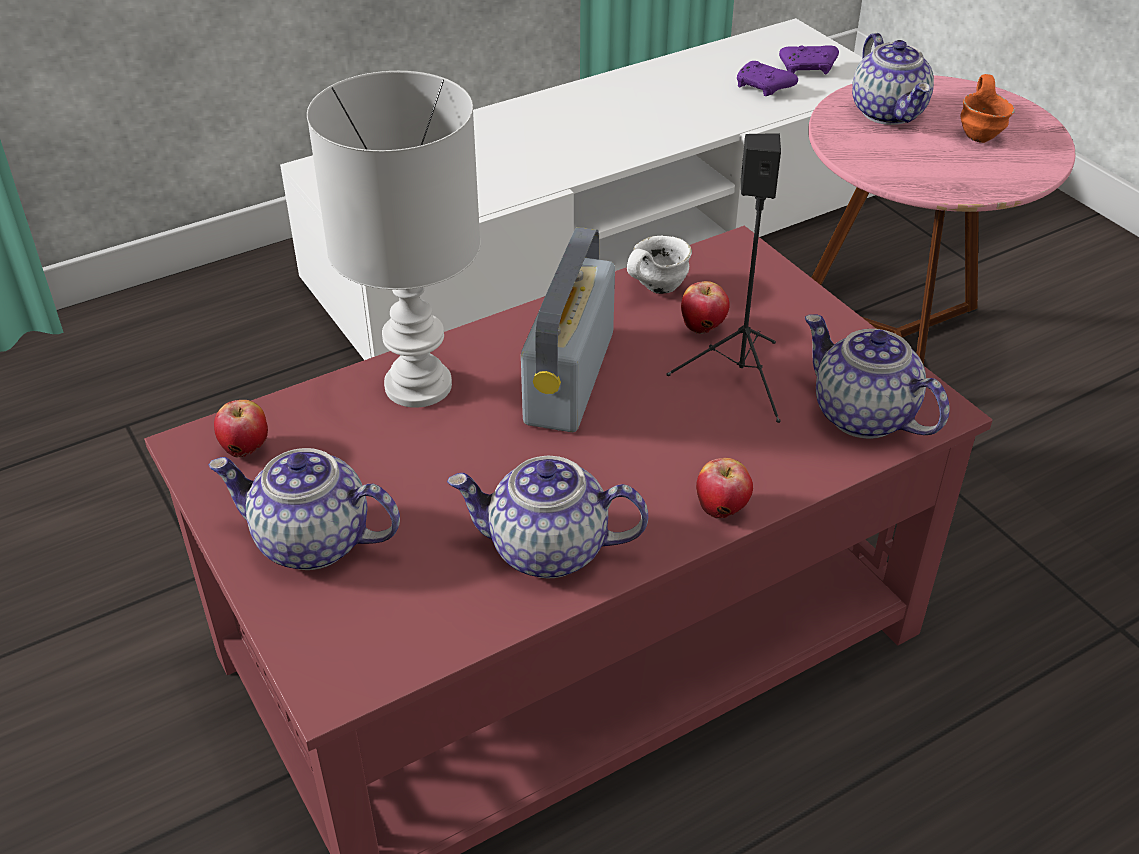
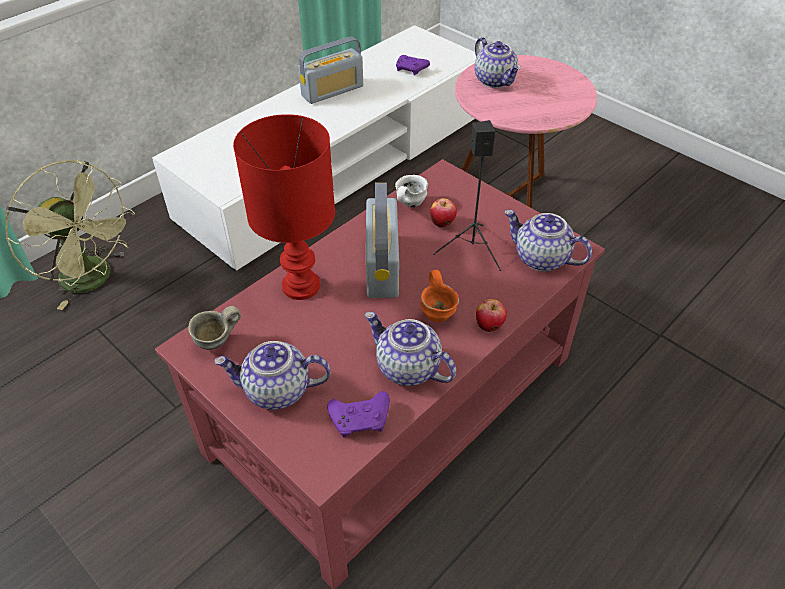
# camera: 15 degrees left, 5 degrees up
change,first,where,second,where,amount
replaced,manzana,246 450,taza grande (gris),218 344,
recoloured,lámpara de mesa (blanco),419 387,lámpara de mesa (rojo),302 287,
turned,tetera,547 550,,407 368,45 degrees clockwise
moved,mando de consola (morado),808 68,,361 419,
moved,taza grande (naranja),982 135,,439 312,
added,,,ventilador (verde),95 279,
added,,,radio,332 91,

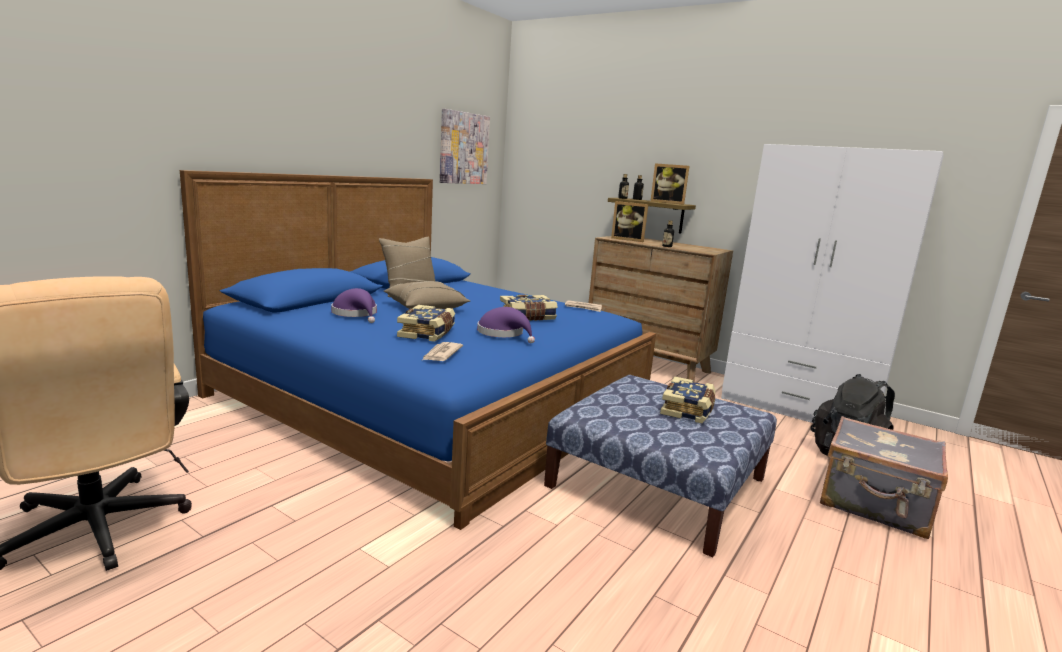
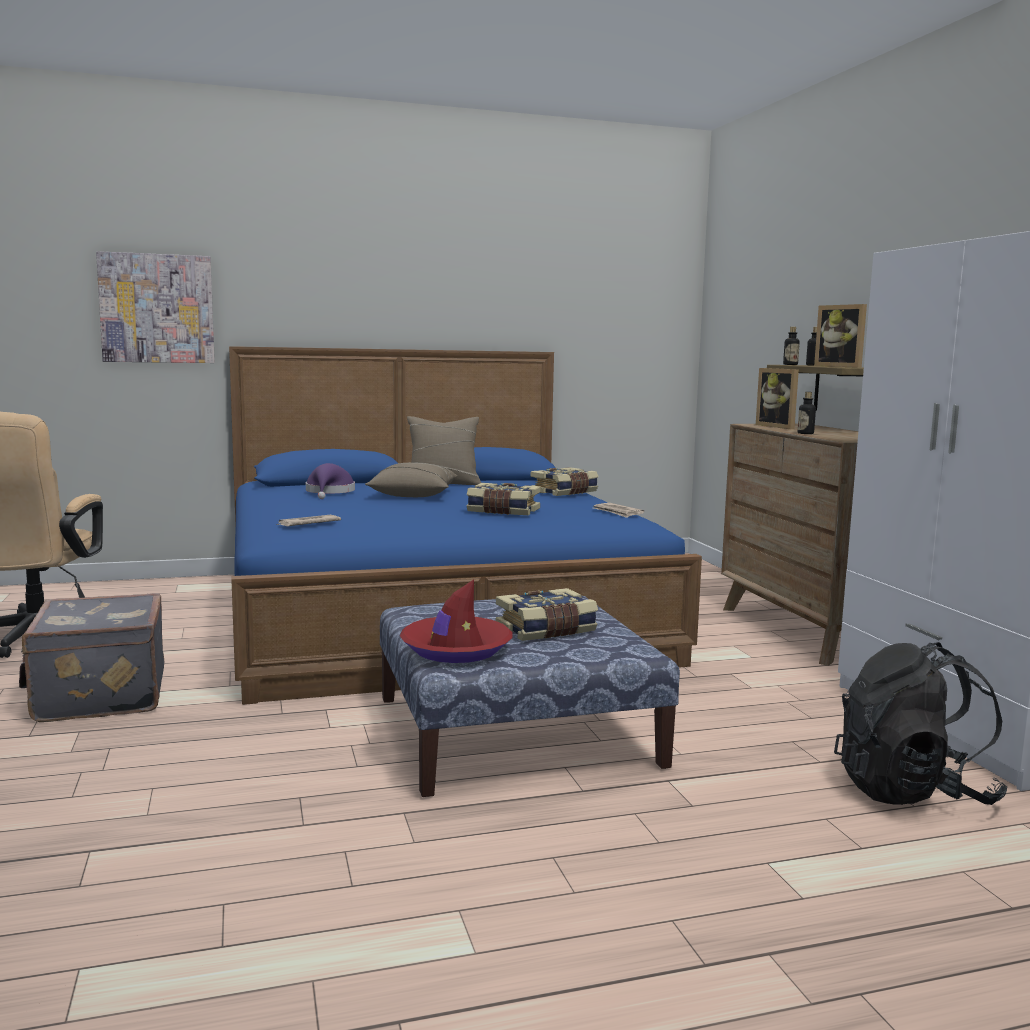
# camera: 40 degrees right, 5 degrees down
change,first,where,second,where,amount
moved,libro,428 333,,565 492,
moved,cuadro,463 148,,157 308,
removed,sombrero (morado),503 333,,,
moved,maleta (gris),874 505,,98 696,
added,,,sombrero (rojo),456 649,

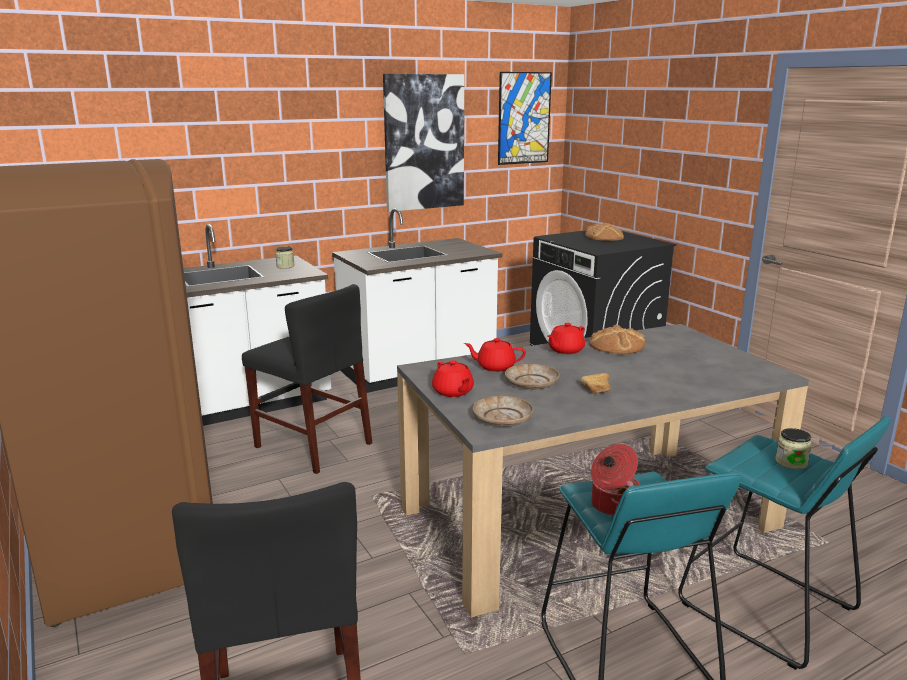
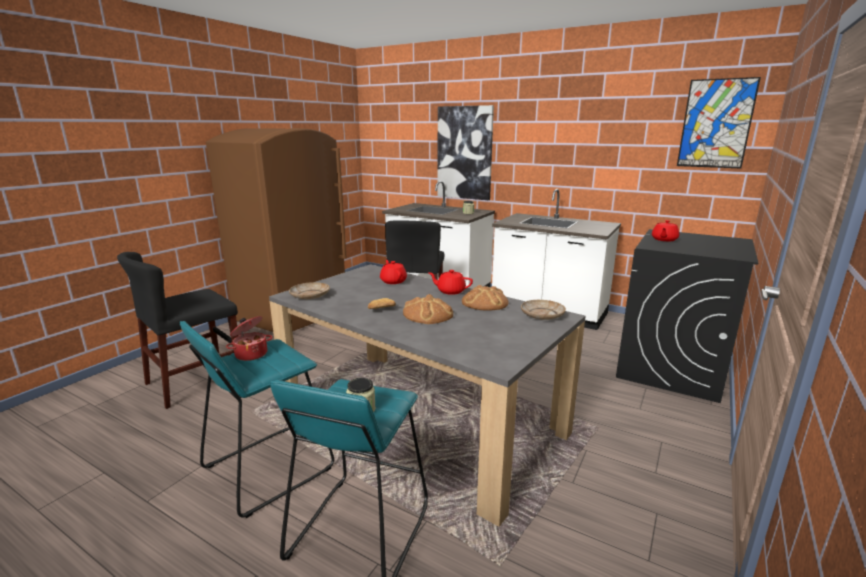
# camera: 60 degrees right, 0 degrees up
change,first,where,second,where,amount
moved,cuadro,424 142,,464 153,
moved,tetera (rojo),453 392,,664 239,
moved,plato (beis),531 383,,542 315,
moved,pan,604 237,,428 314,

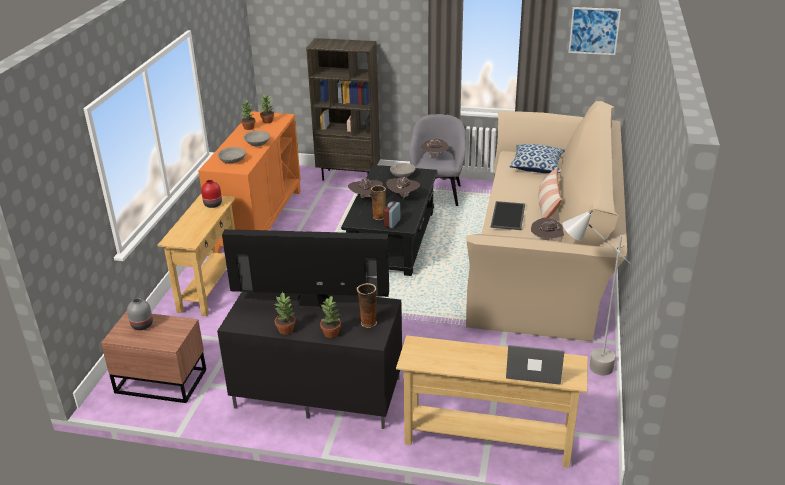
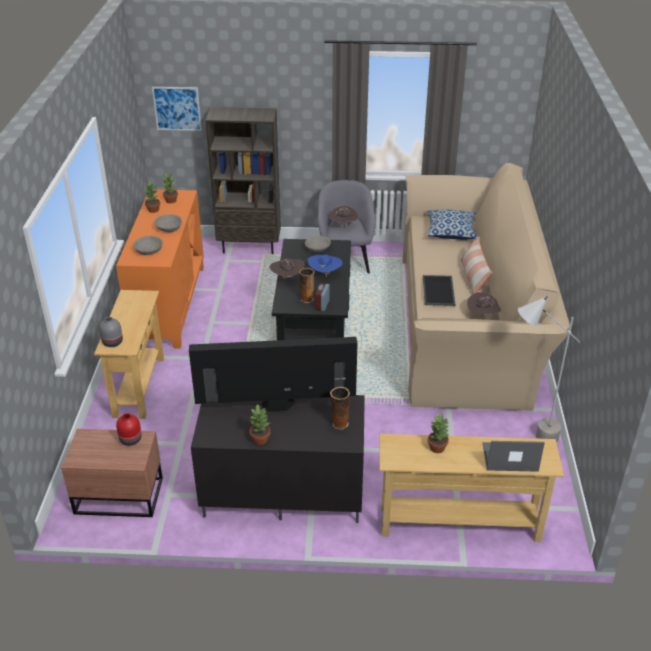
# camera: 10 degrees left, 5 degrees up
change,first,where,second,where,amount
moved,florero (gris),142 325,,112 342,
moved,florero (rojo),213 204,,131 439,
moved,planta en maceta,331 333,,437 448,
recoloured,sombrero (marrón),403 196,sombrero (azul),325 273,
moved,cuadro,594 31,,177 108,

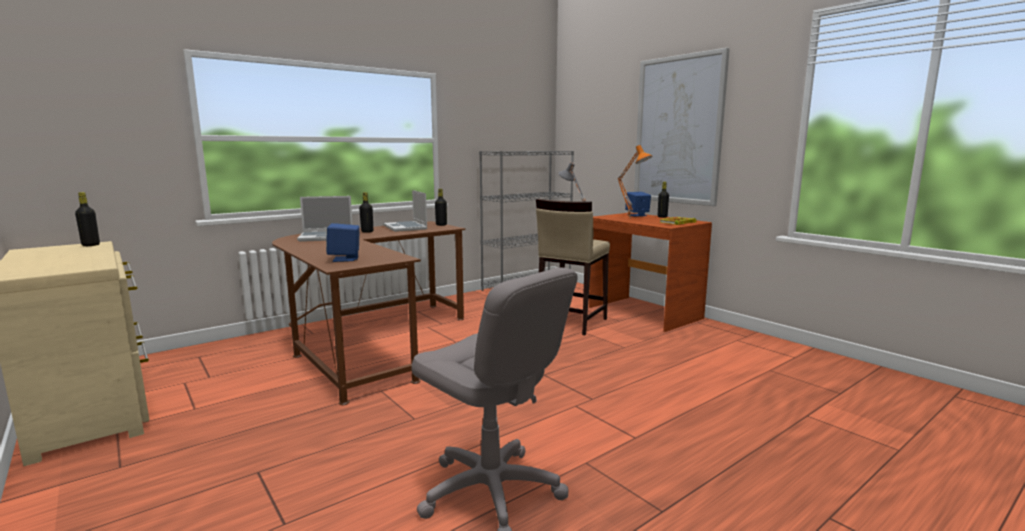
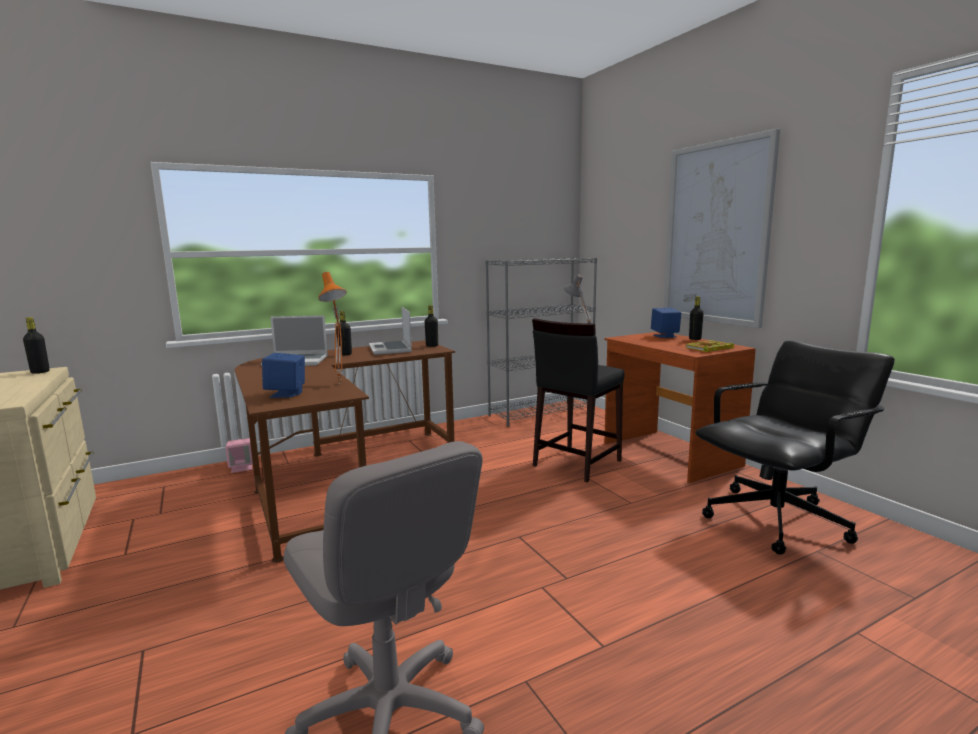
# camera: 10 degrees right, 0 degrees up
change,first,where,second,where,amount
recoloured,taburete (beis),570 322,taburete (negro),576 463,
moved,lámpara de mesa (naranja),630 218,,342 384,
added,,,altavoz (rosa),242 468,
added,,,silla de oficina (negro),778 521,

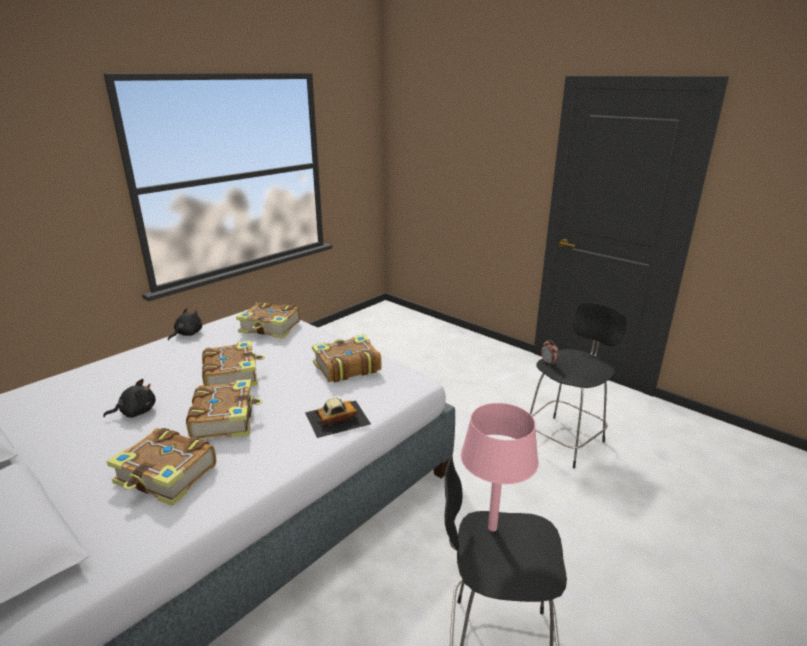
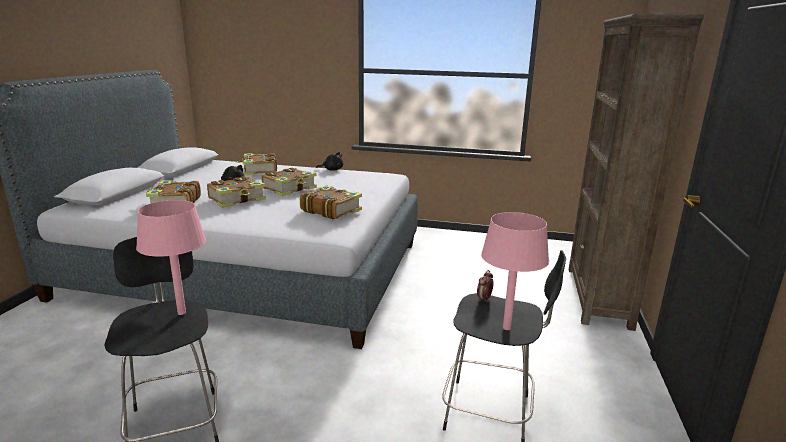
# camera: 60 degrees right, 5 degrees down
change,first,where,second,where,amount
moved,libro,270 328,,259 170,
removed,coche de juguete,337 418,,,
added,,,lámpara de mesa (rosa),506 328,
added,,,estantería (marrón),598 297,

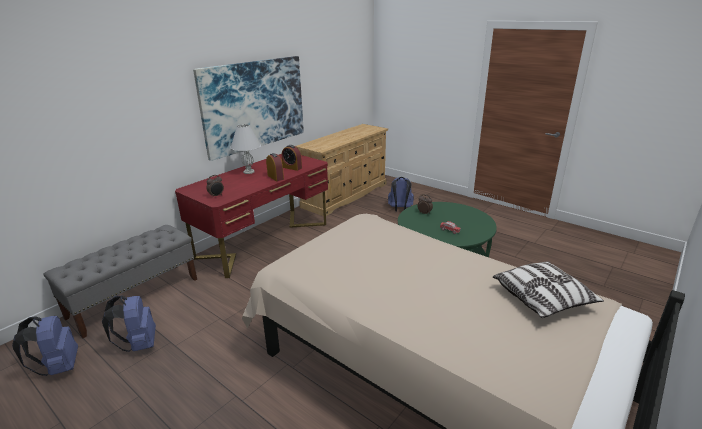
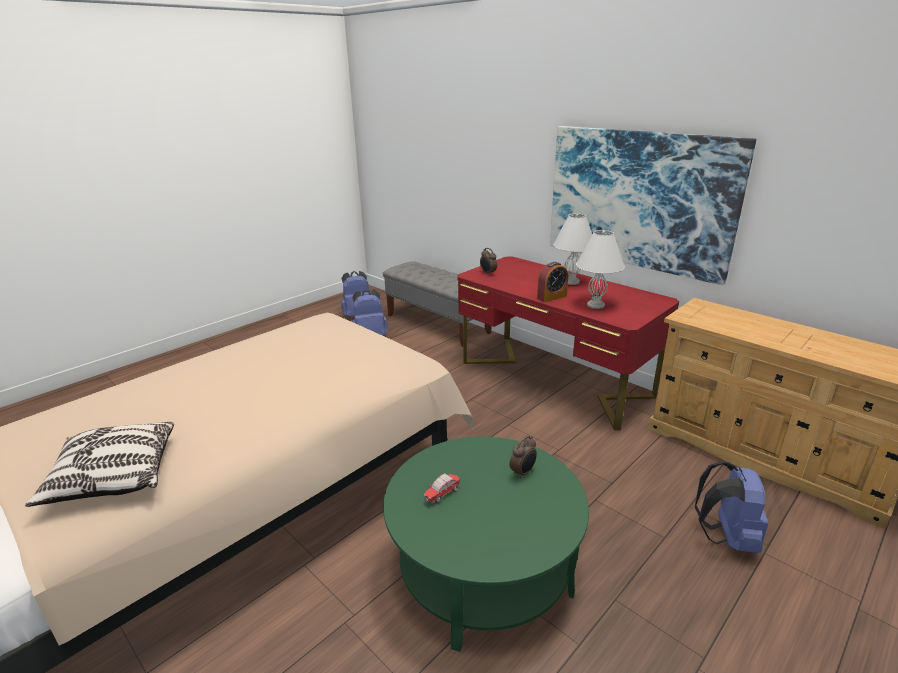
# camera: 95 degrees right, 0 degrees up
change,first,where,second,where,amount
replaced,despertador,292 168,lámpara de mesa (blanco),595 305,

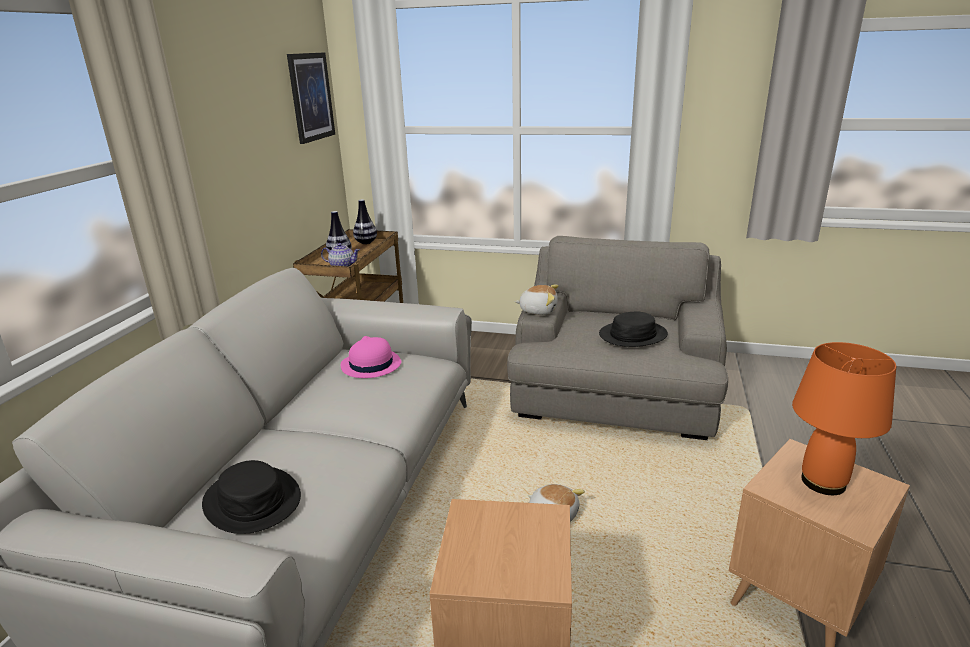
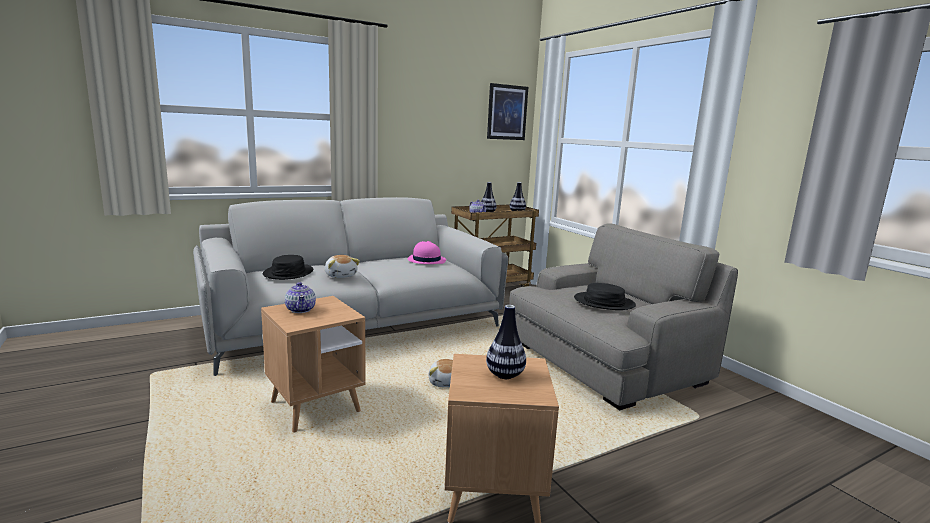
# camera: 45 degrees right, 10 degrees down
change,first,where,second,where,amount
moved,peluche,538 310,,341 275,
replaced,lámpara de mesa (naranja),824 482,florero,505 375,
added,,,tetera,301 309,

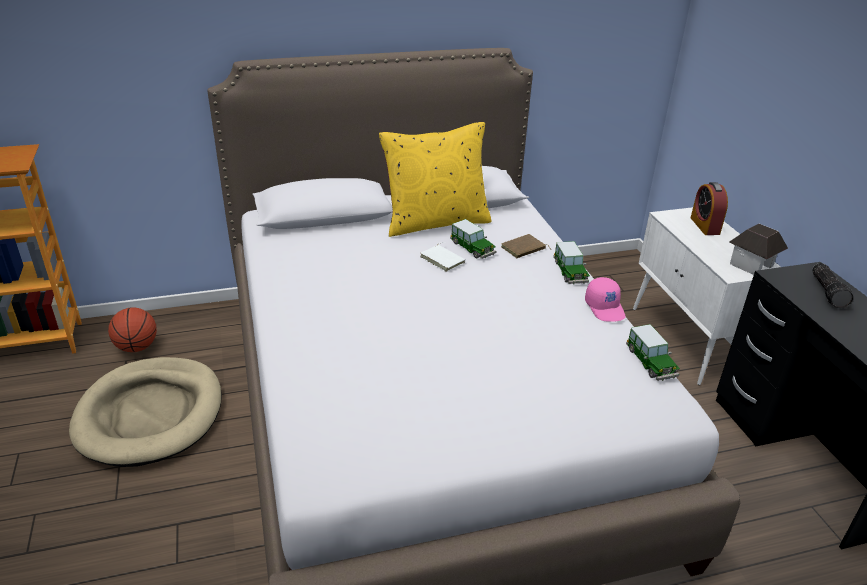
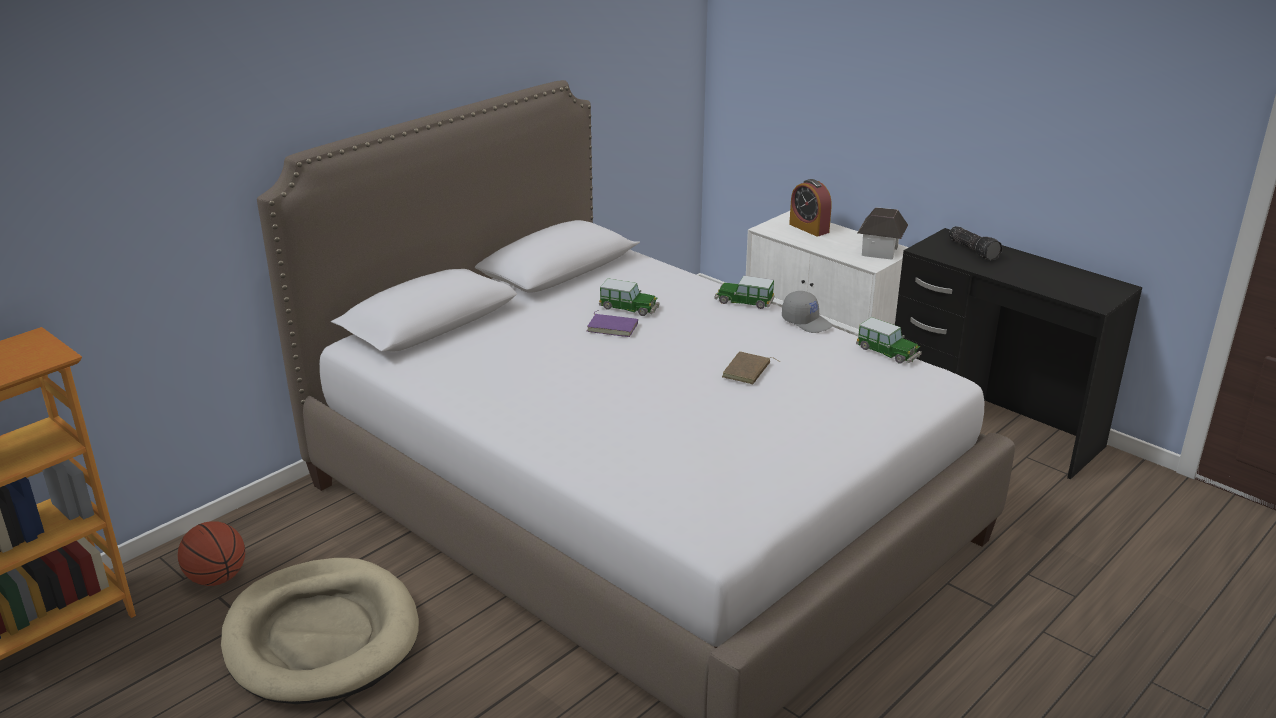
# camera: 30 degrees left, 5 degrees down
change,first,where,second,where,amount
removed,cojín (amarillo),435 222,,,
recoloured,libro (blanco),443 260,libro (morado),613 327,
moved,libro (marrón),524 249,,748 371,
turned,coche de juguete,570 272,,744 301,150 degrees clockwise
recoloured,gorra (rosa),605 308,gorra (gris),807 322,

